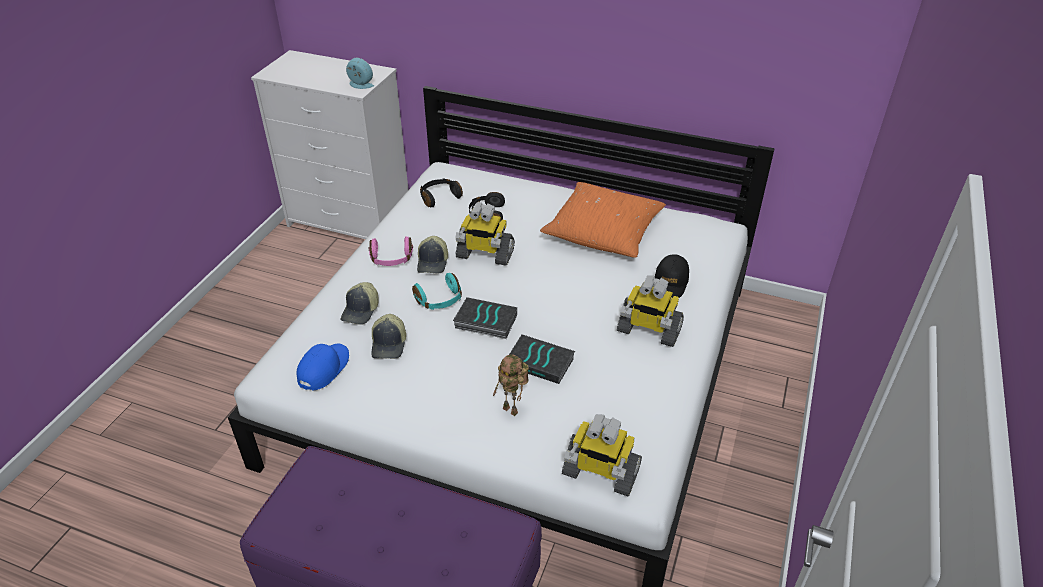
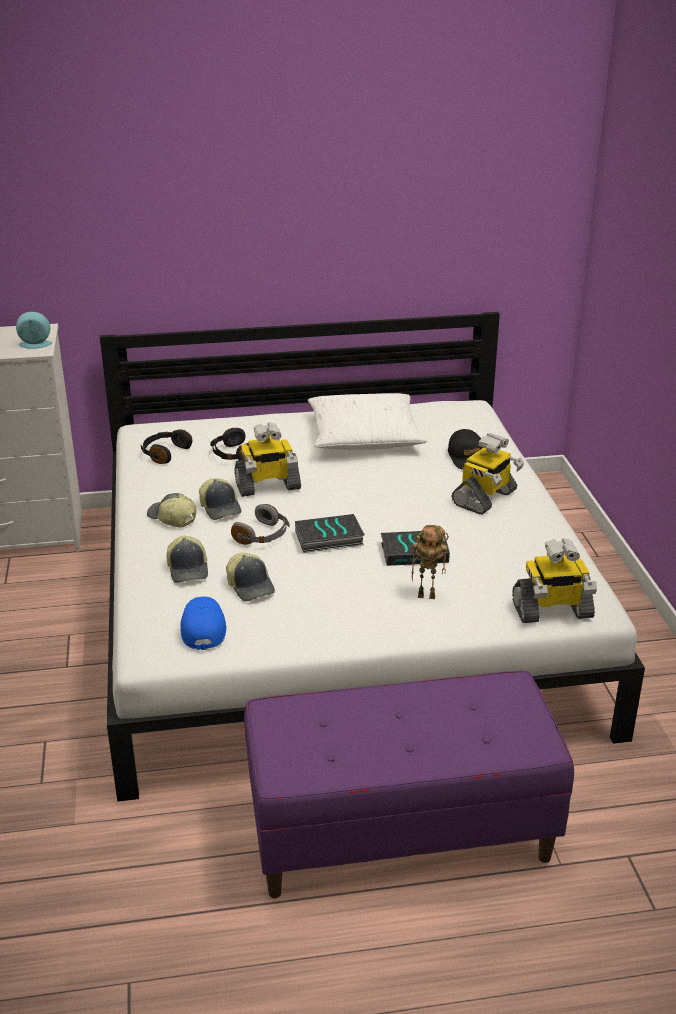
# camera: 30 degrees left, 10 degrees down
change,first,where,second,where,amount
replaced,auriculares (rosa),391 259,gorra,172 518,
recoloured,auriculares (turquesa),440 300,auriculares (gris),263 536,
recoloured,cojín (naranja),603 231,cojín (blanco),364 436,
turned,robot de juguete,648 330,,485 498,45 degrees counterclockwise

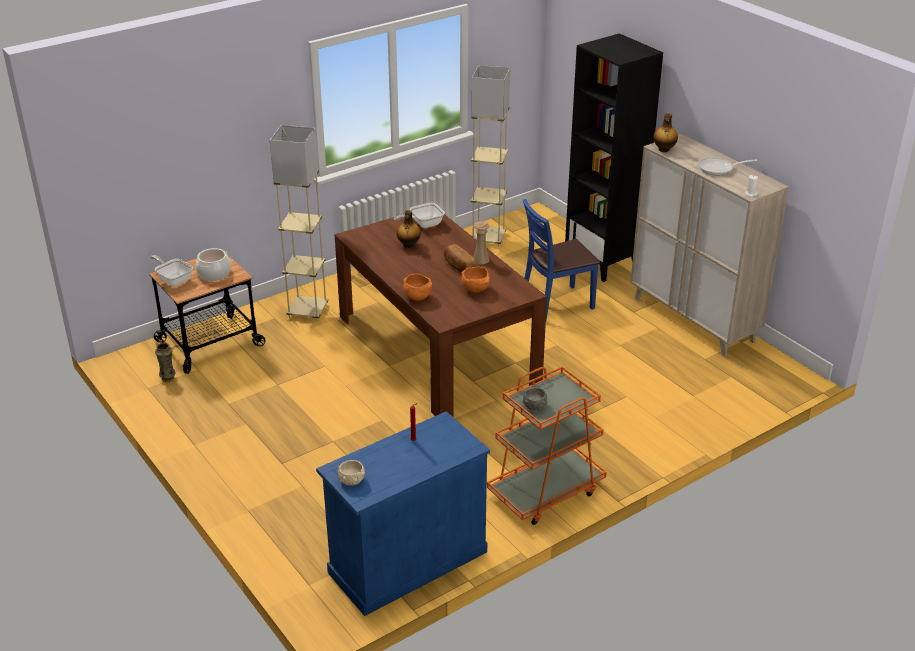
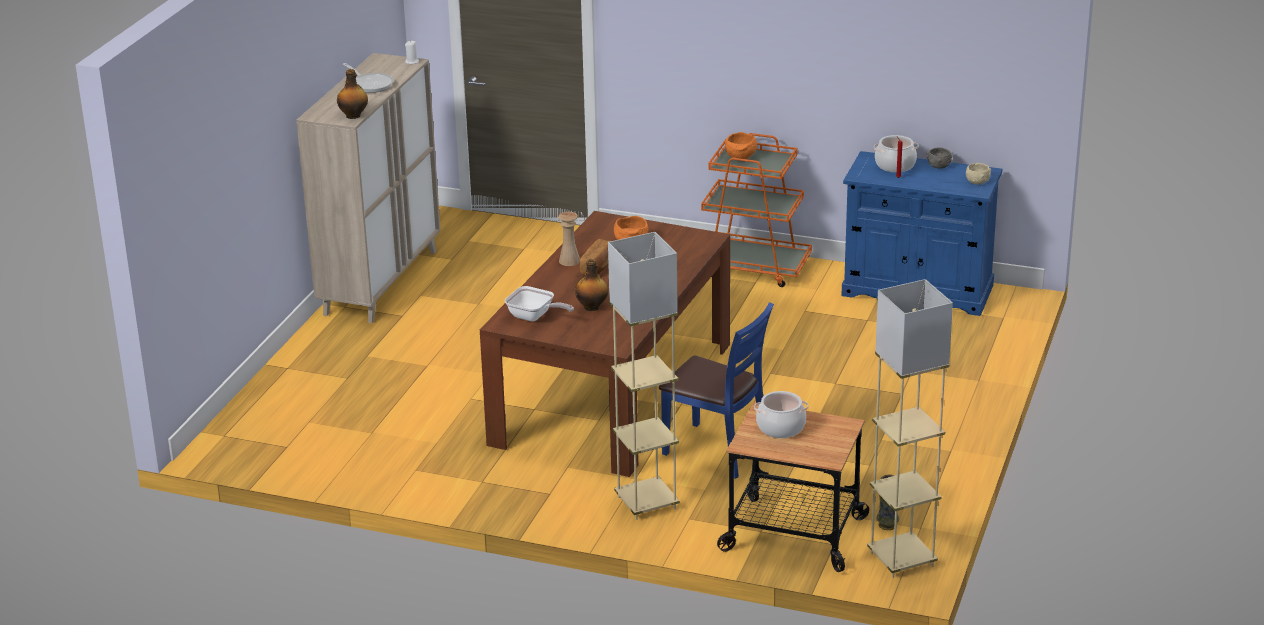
# camera: 125 degrees left, 5 degrees down
change,first,where,second,where,amount
removed,sartén,173 280,,,
moved,cuenco (naranja),416 297,,741 158,
moved,lámpara de pie (beis),488 239,,902 559,
moved,silla (azul),556 304,,717 450,
moved,cuenco (gris),534 406,,939 165,
removed,estantería (negro),603 263,,,
added,,,olla,895 165,

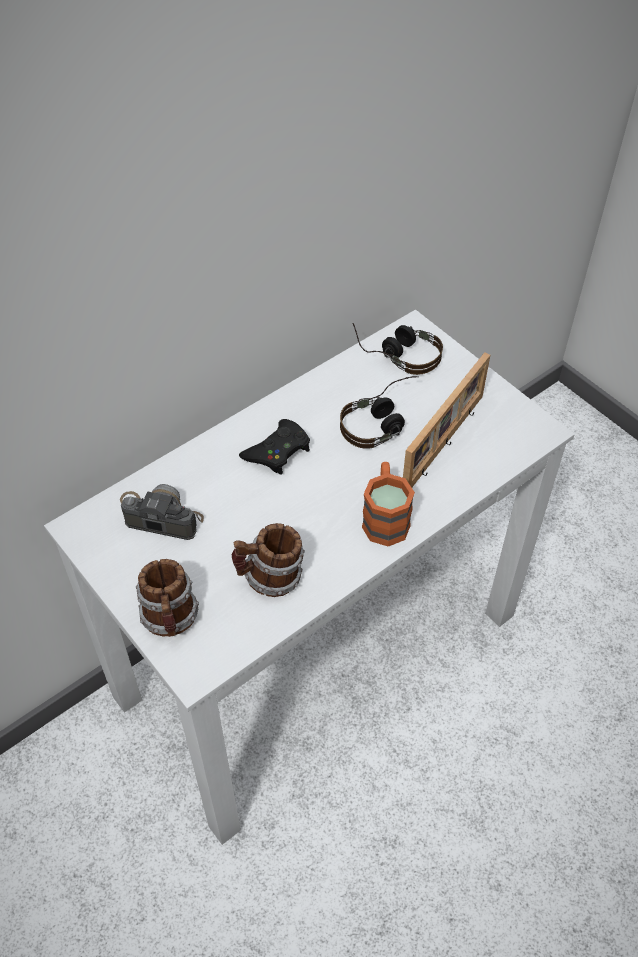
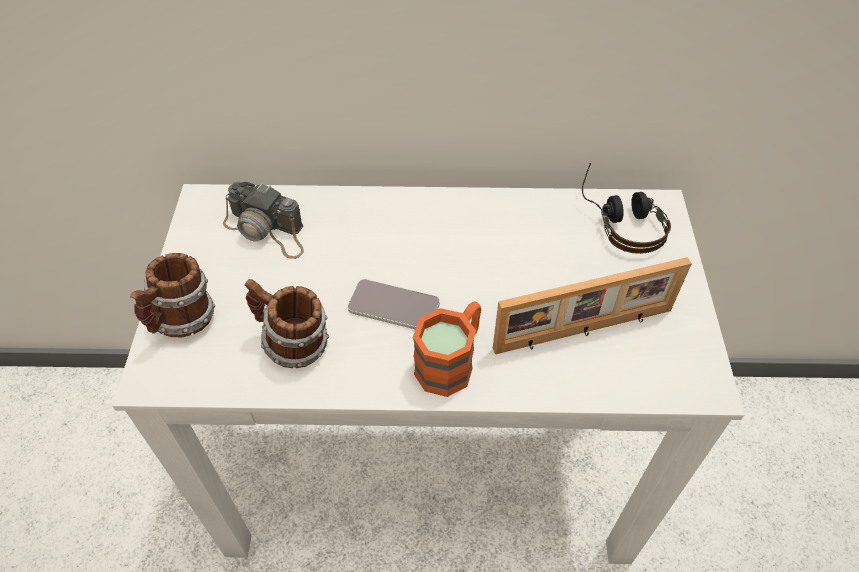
# camera: 40 degrees right, 0 degrees up
change,first,where,second,where,amount
turned,cámara,158 515,,267 230,150 degrees clockwise
removed,mando de consola (negro),278 451,,,
removed,auriculares,383 421,,,
added,,,móvil,394 306,

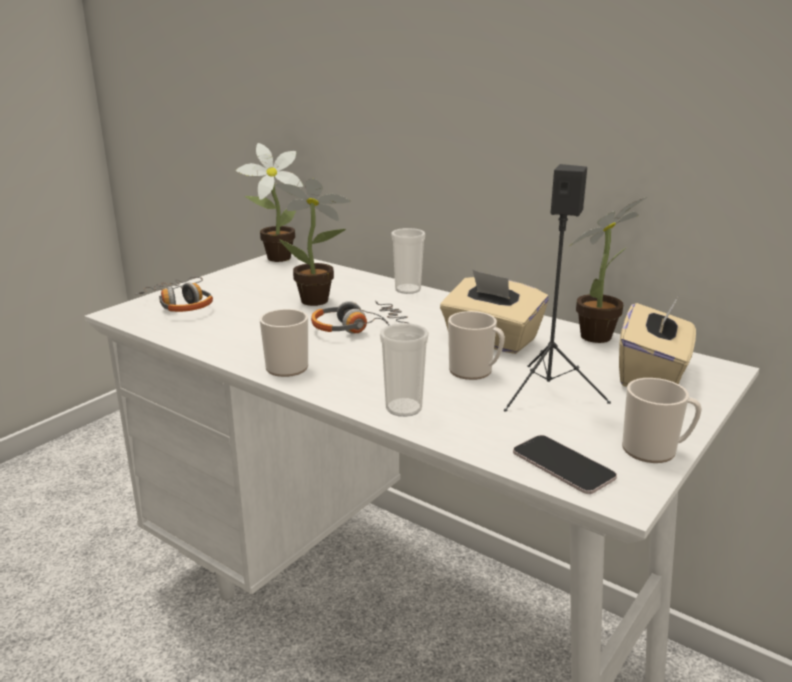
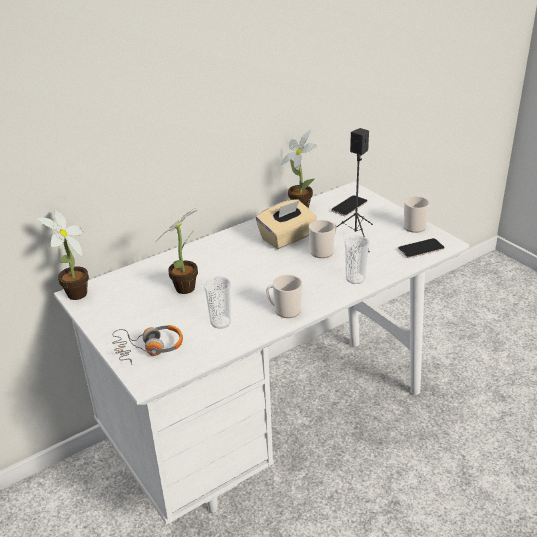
# camera: 70 degrees left, 10 degrees up
change,first,where,second,where,amount
removed,auriculares,358 328,,,
moved,taza,407 289,,220 322,
replaced,caja de pañuelos (beis),652 374,móvil,349 206,

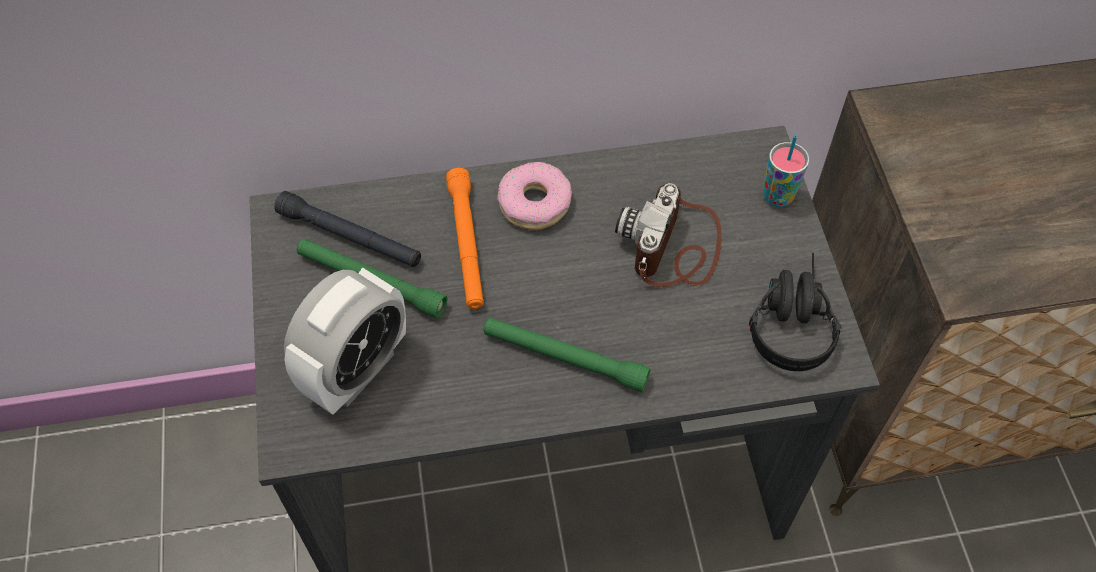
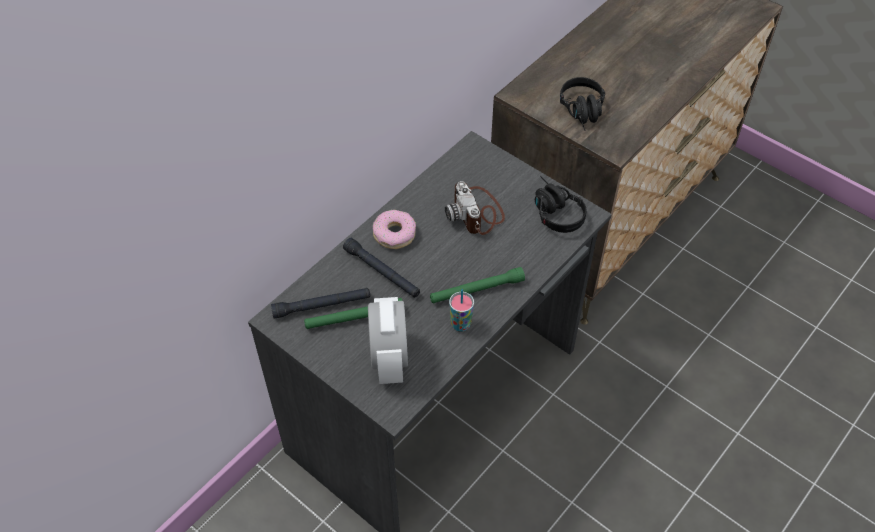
# camera: 40 degrees left, 5 degrees down
change,first,where,second,where,amount
recoloured,linterna (naranja),466 244,linterna (negro),382 272,
moved,taza,778 196,,460 324,
added,,,auriculares (negro),584 113,

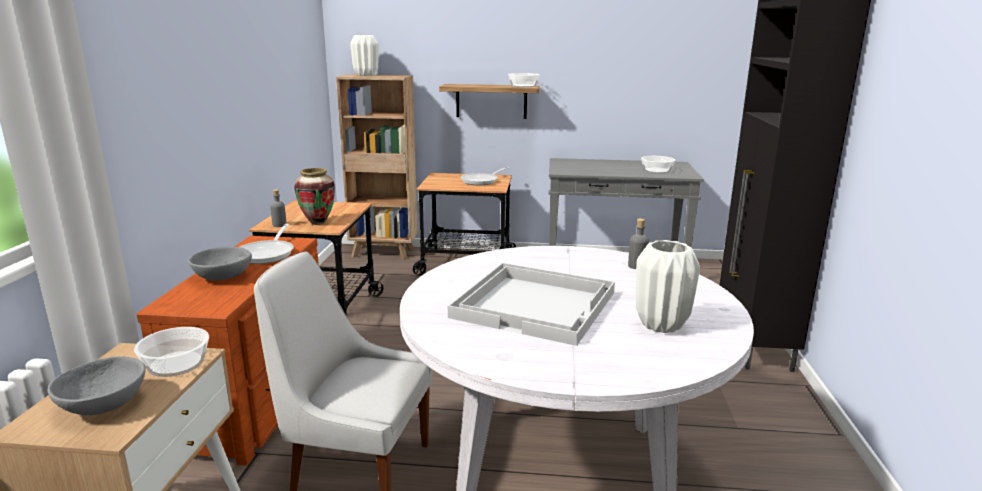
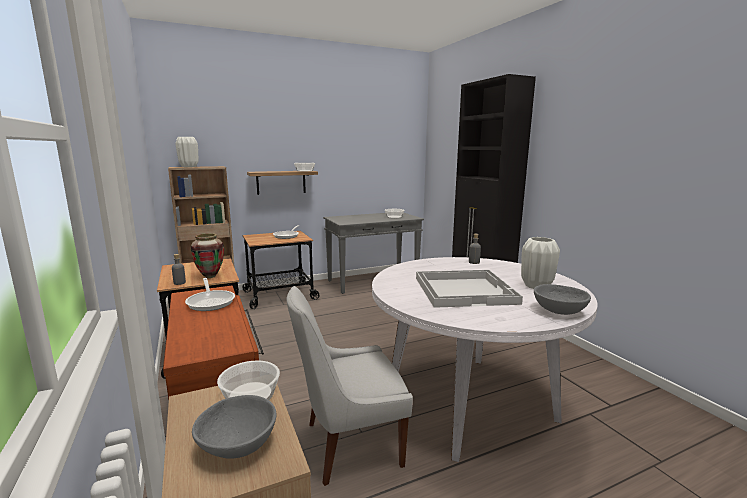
# camera: 30 degrees left, 5 degrees down
change,first,where,second,where,amount
moved,cuenco (gris),223 277,,559 311,

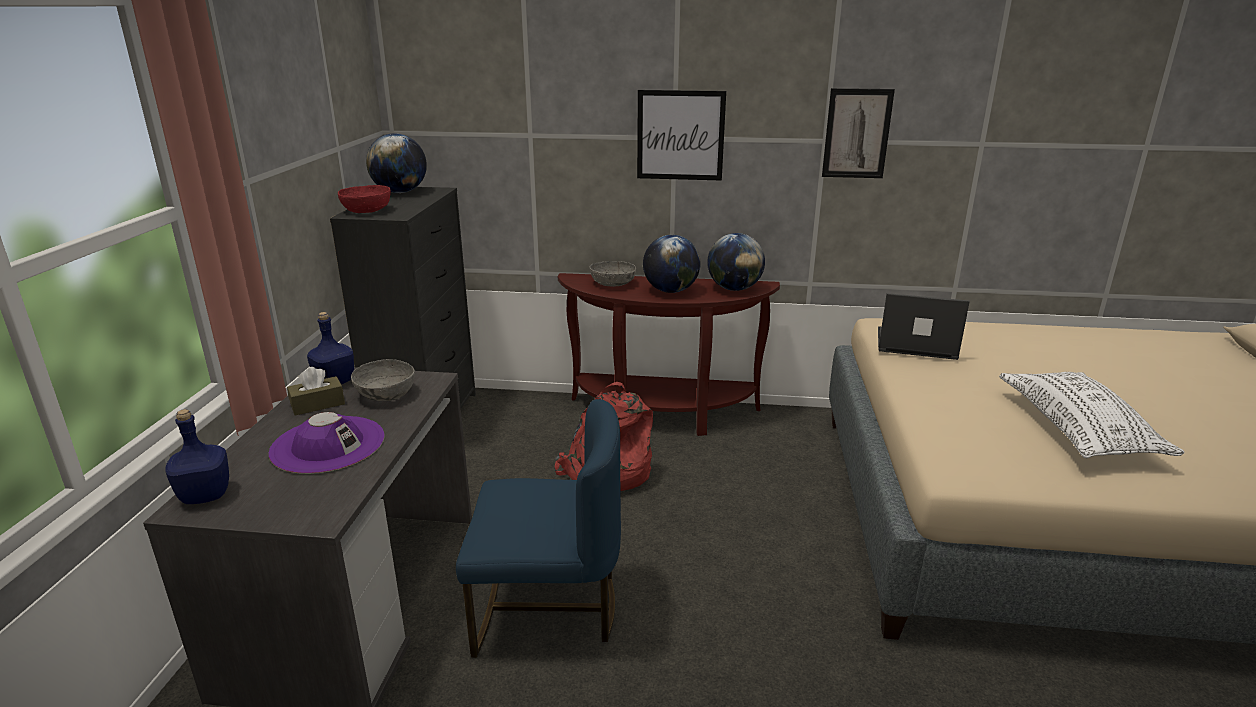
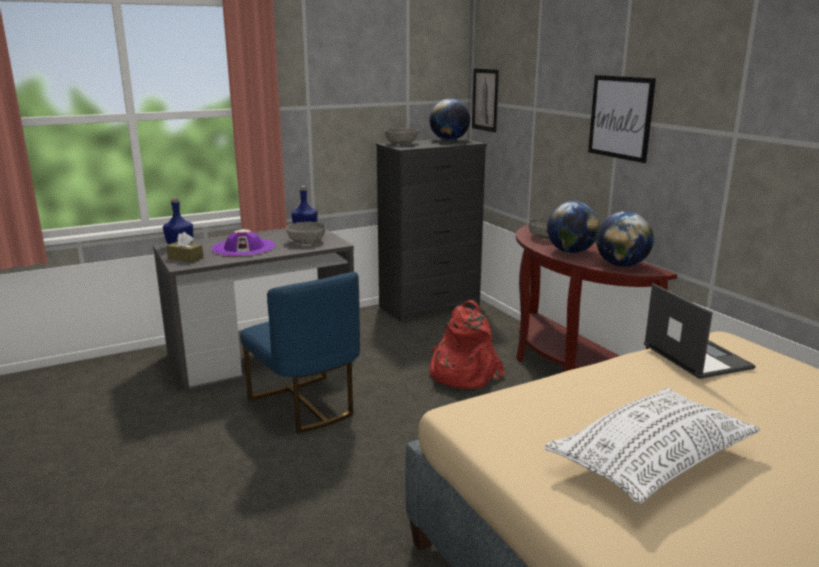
# camera: 55 degrees right, 5 degrees down
change,first,where,second,where,amount
moved,caja de pañuelos (marrón),317 404,,185 258,
recoloured,cuenco (rojo),366 210,cuenco (gris),401 143,
moved,cuadro,857 133,,485 99,

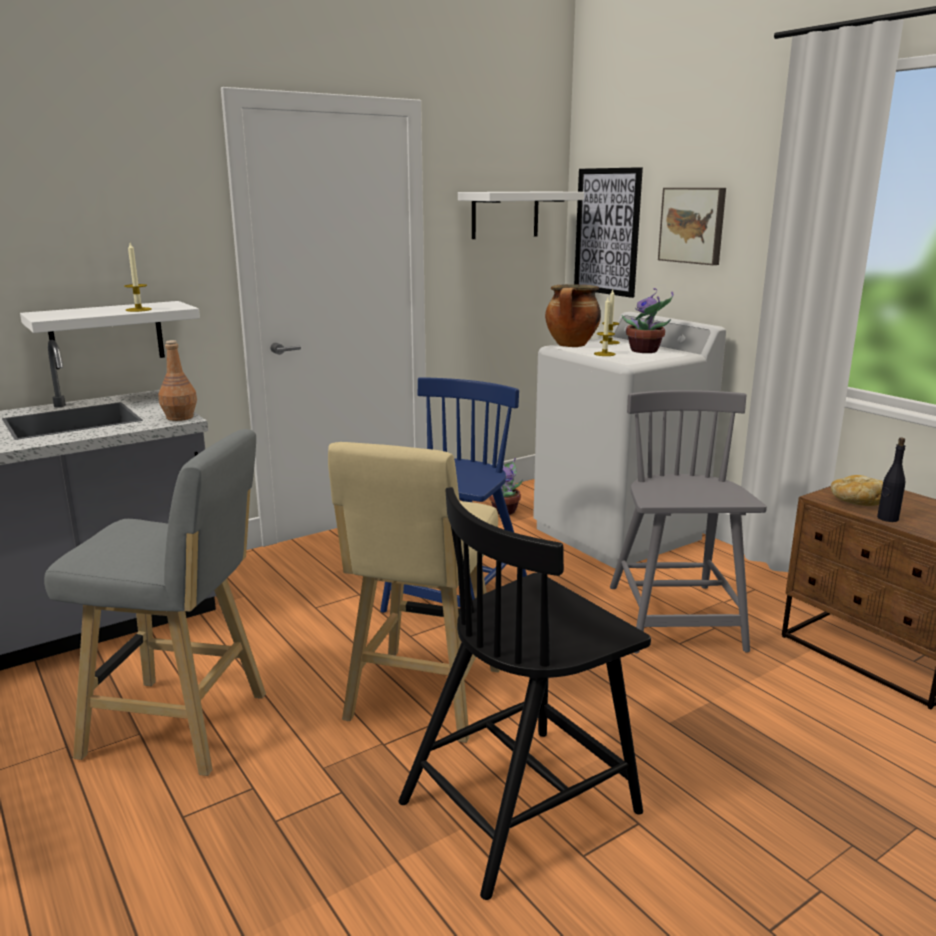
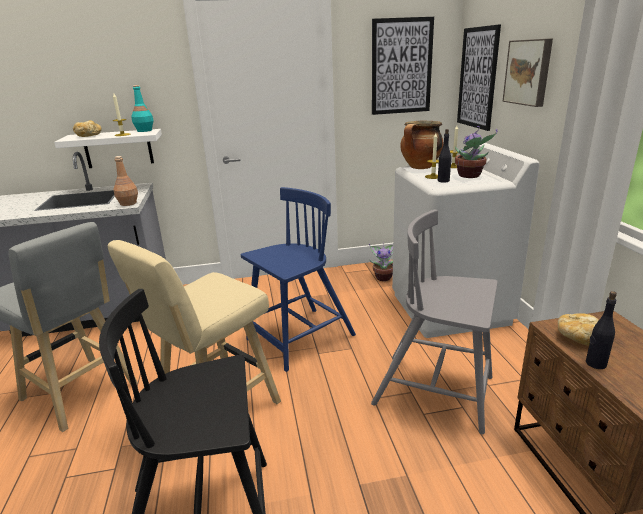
# camera: 25 degrees right, 5 degrees up
change,first,where,second,where,amount
replaced,estante (blanco),505 214,cuadro,401 67,
turned,silla (gris),675 619,,436 391,90 degrees counterclockwise
added,,,pan,89 136,
added,,,botella (turquesa),144 130,
added,,,botella (negro),443 181,

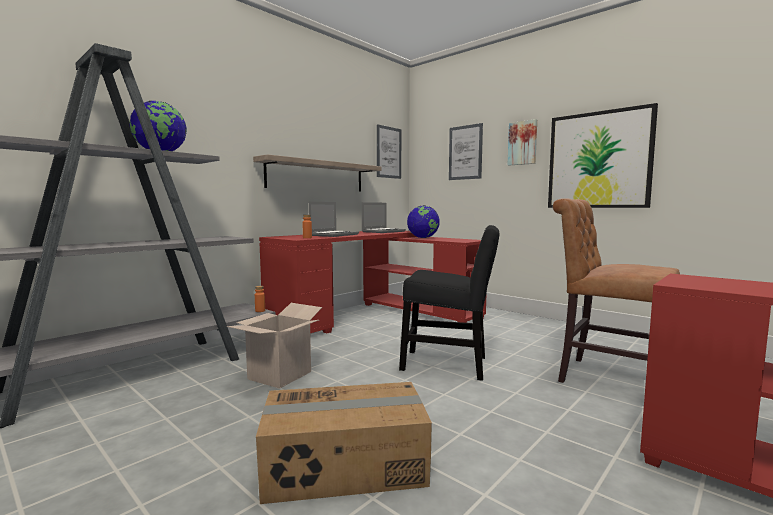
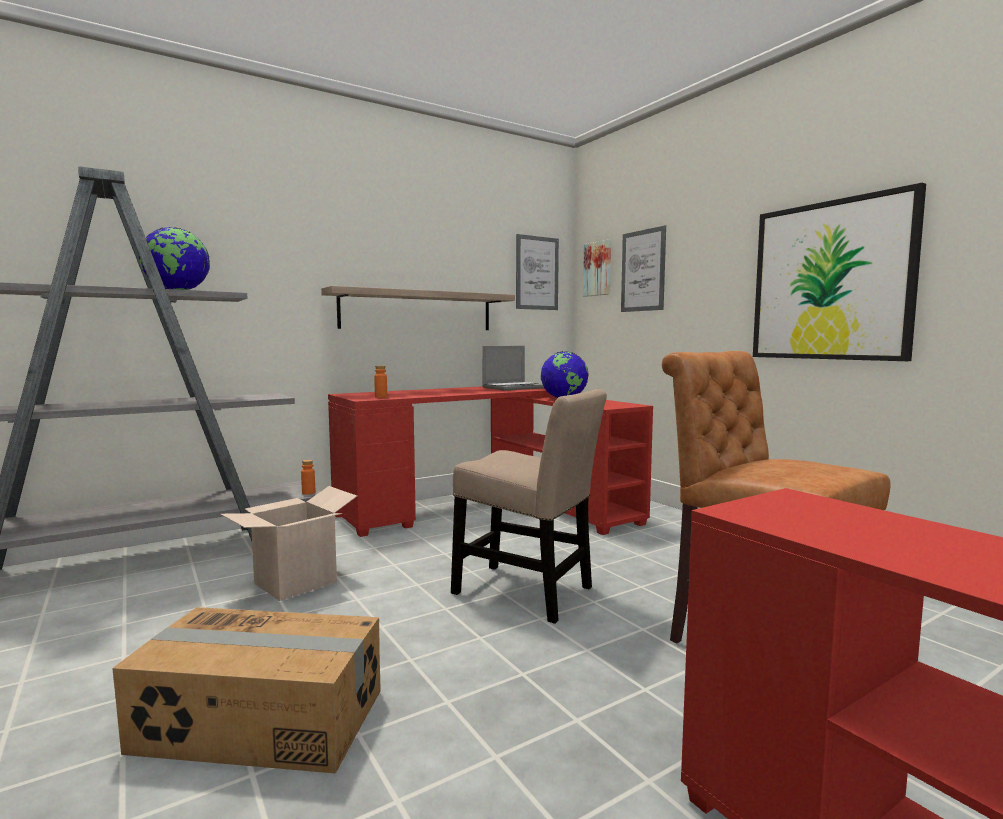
# camera: 15 degrees right, 0 degrees up
change,first,where,second,where,amount
removed,portátil,334 235,,,
recoloured,silla (negro),449 364,silla (beis),528 593,
moved,cuadro,522 143,,598 269,

